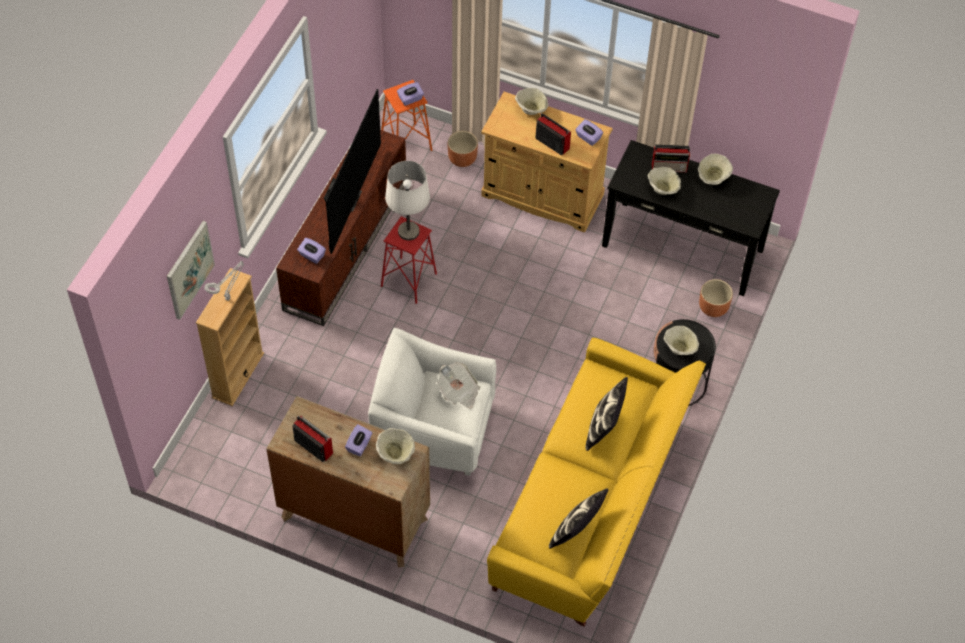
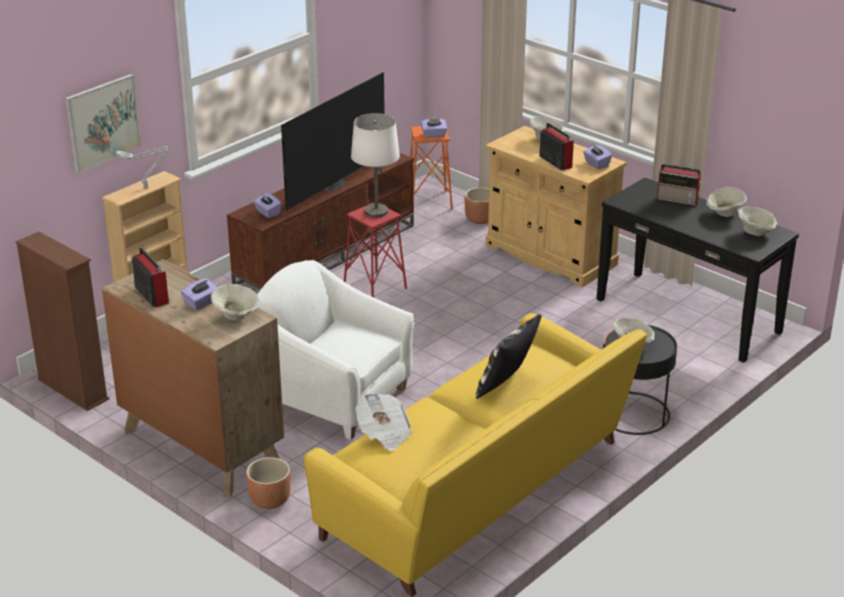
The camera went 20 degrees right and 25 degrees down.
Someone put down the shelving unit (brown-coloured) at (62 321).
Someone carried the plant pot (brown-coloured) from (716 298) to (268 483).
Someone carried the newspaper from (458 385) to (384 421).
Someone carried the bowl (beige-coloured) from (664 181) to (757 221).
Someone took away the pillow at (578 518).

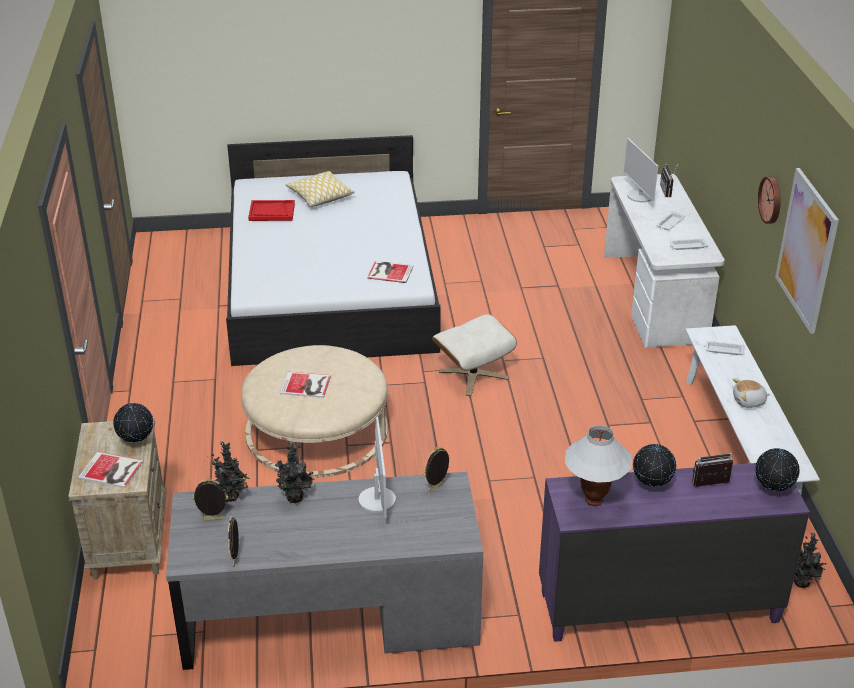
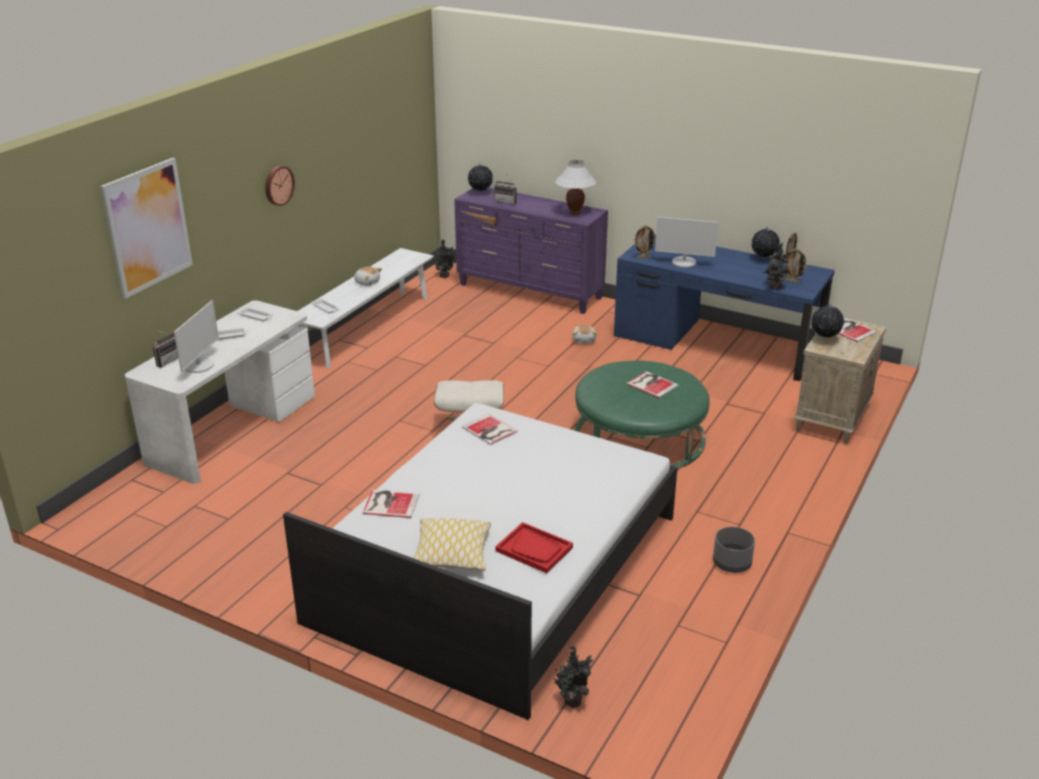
The camera went 145 degrees left and 5 degrees down.
Someone carried the picture from (807 251) to (146 228).
Someone put down the book at (390 504).
Someone carried the houseplant from (295 472) to (573 677).
Someone put down the cuddly toy at (584 334).
Someone repainted the footrest (beige-coloured) at (314 411), which became the footrest (green-coloured) at (642 414).
Someone repainted the desk table (gray) at (324 571), which became the desk table (bluish) at (724 307).
Someone rotated the computer screen at (377 467) by 105 degrees counterclockwise.
Someone put down the plant pot (gray) at (734 550).
Someone carried the desk globe from (654 465) to (765 243).

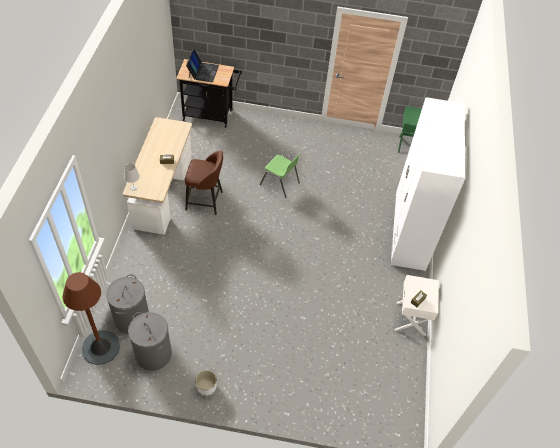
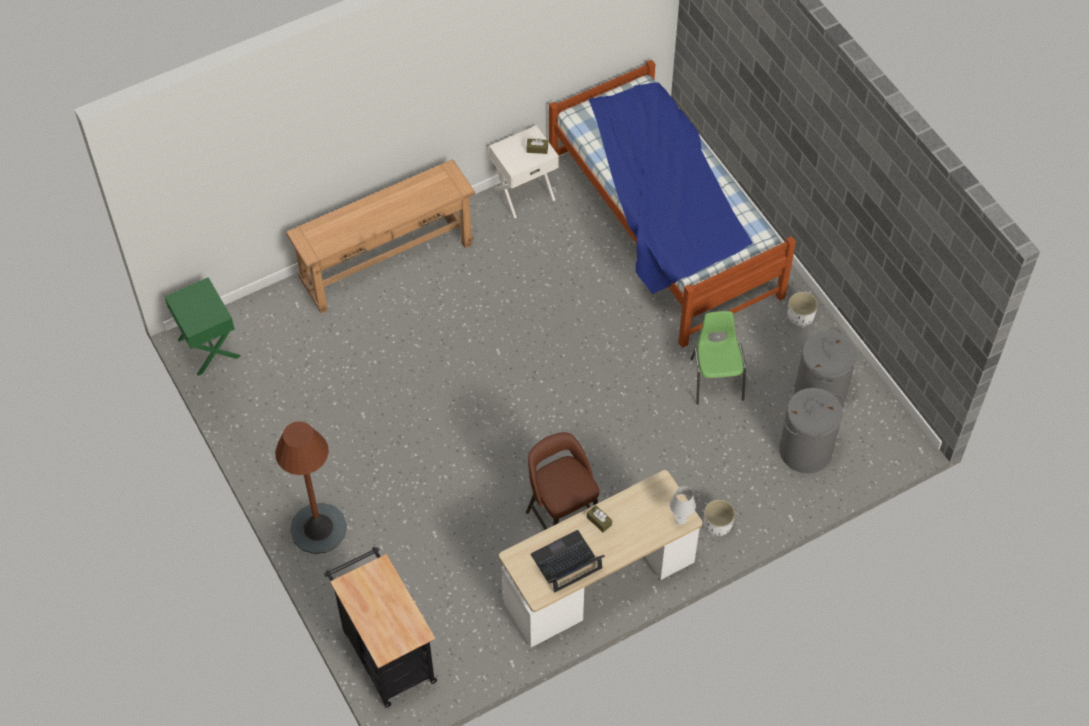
The camera went 125 degrees left and 5 degrees up.
Someone carried the standard lamp (brown-coloured) from (91 318) to (311 487).
Someone swapped the armoire (white-coloured) at (428 184) for the console table (brown-coloured) at (380 236).
Someone carried the laptop from (202 65) to (568 561).
Someone put down the sleeping bed at (672 204).
Someone carried the chair (green-coloured) from (280 176) to (718 357).
Someone put down the plant pot (white-coloured) at (719 517).

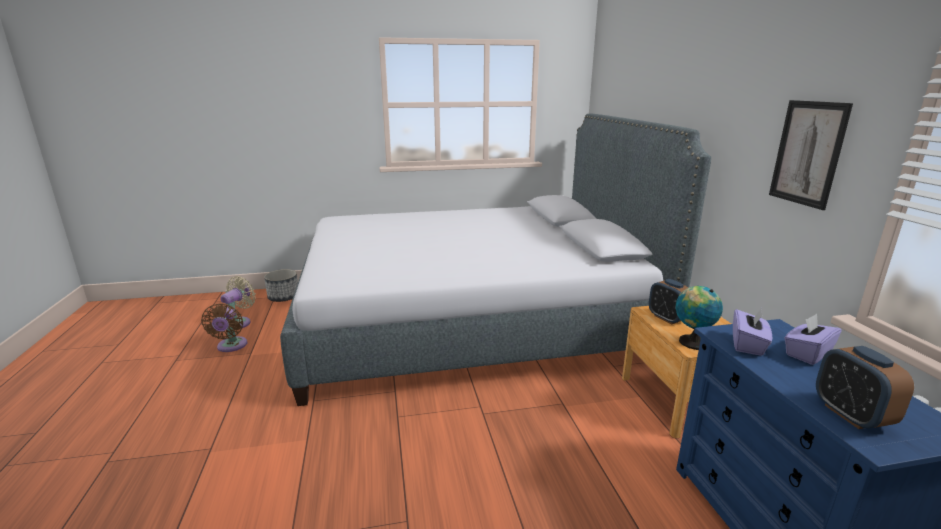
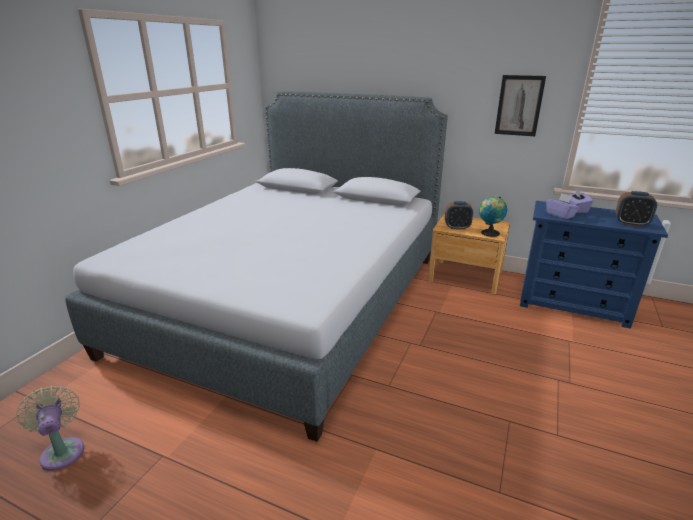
The camera went 55 degrees left and 5 degrees up.
Someone took away the cooling fan (brown-coloured) at (224 327).
Someone took away the plant pot at (281 285).

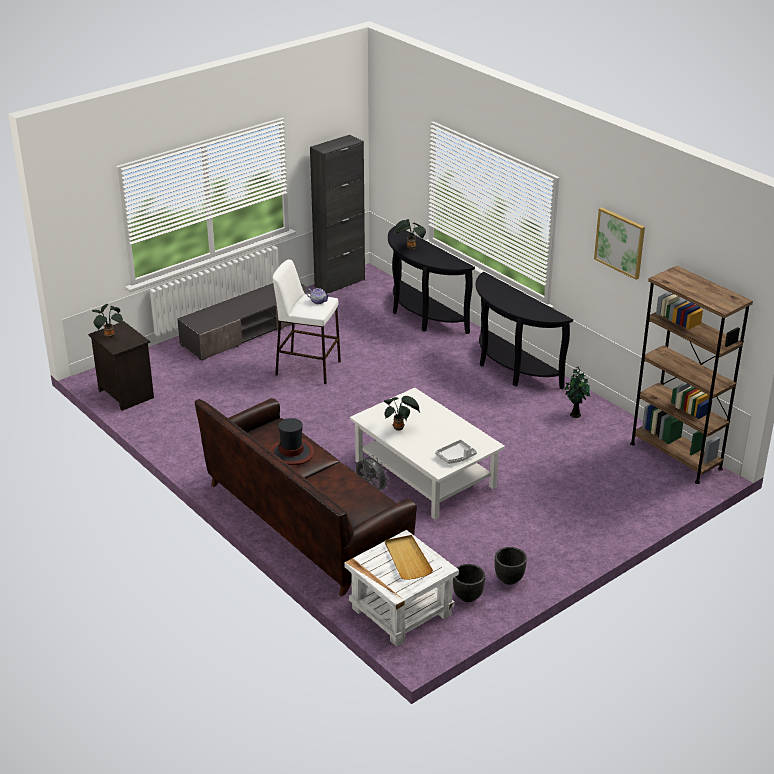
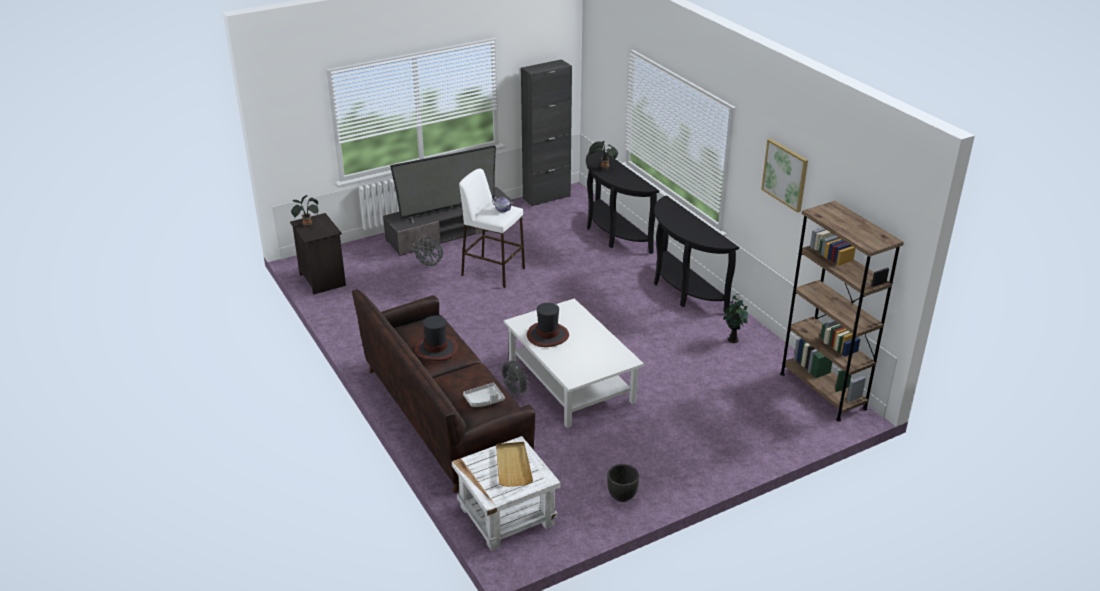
The camera went 10 degrees right and 0 degrees up.
Someone put down the television at (443 184).
Someone put down the cooling fan (gray) at (427 252).
Someone carried the tray (gray) from (456 451) to (484 395).
Someone swapped the houseplant at (402 413) for the hat at (548 325).
Someone took away the plant pot (black-coloured) at (469 583).

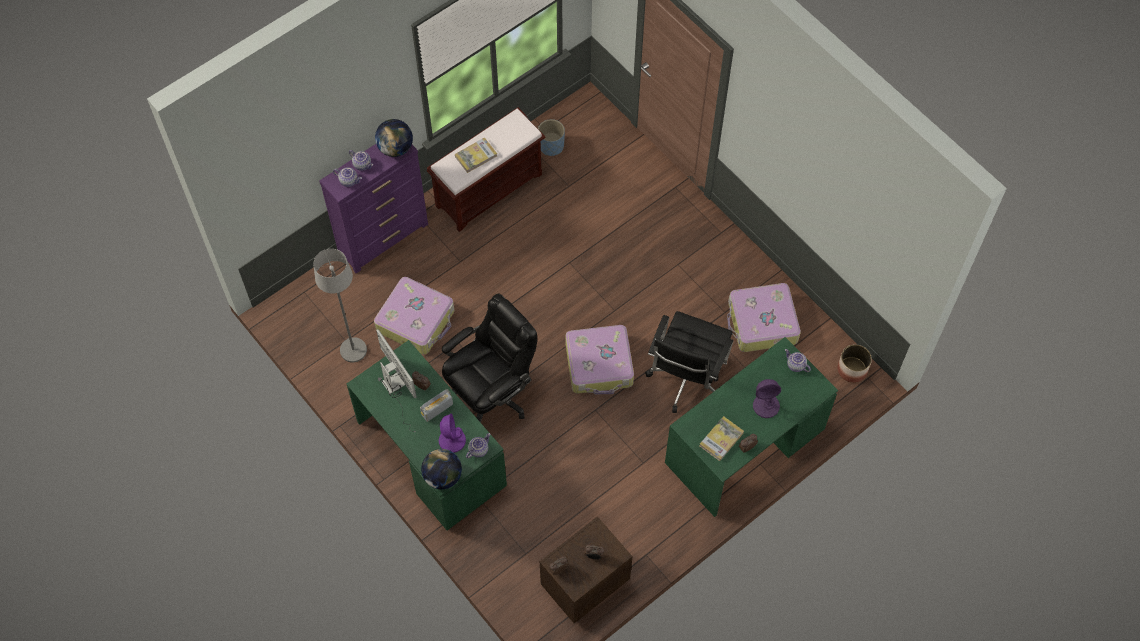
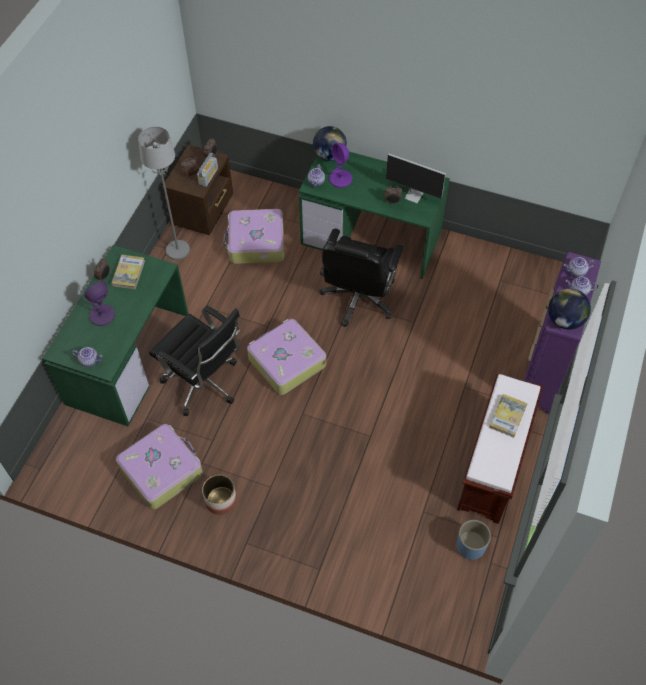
The camera went 150 degrees right and 5 degrees down.
Someone carried the standard lamp (gray) from (340 305) to (164 193).
Someone rotated the office chair (black-coloured) at (689 362) by 135 degrees clockwise.
Someone carried the radio receiver from (436 405) to (207 170).
Someone carried the plant pot from (854 363) to (219 495).
Someone carried the piece of luggage from (414 315) to (253 236).

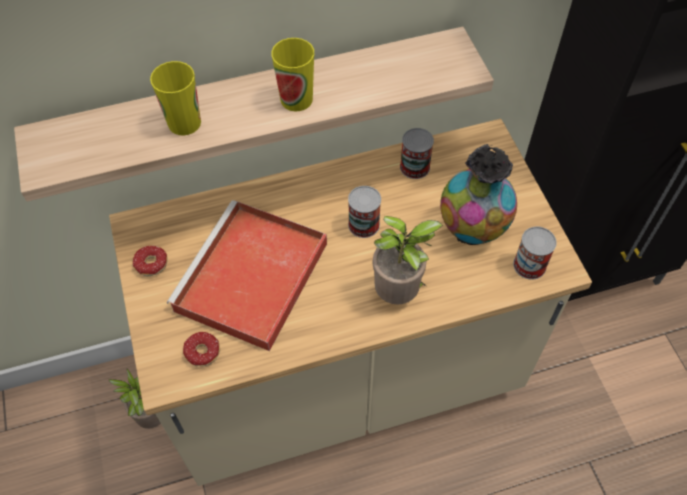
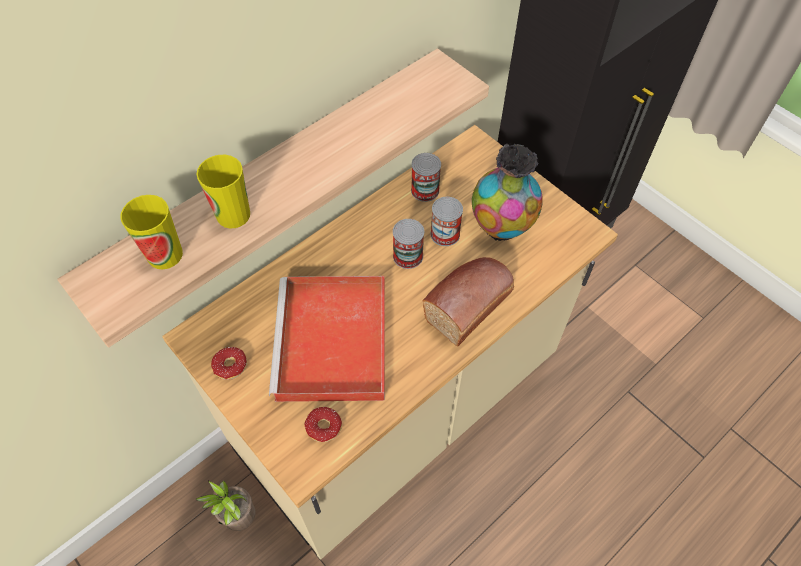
The camera went 25 degrees left and 0 degrees up.
Someone carried the small cup from (292 74) to (151 232).
Someone swapped the houseplant at (408 260) for the bread at (468 301).
Someone carried the sealed can from (535 253) to (446 221).

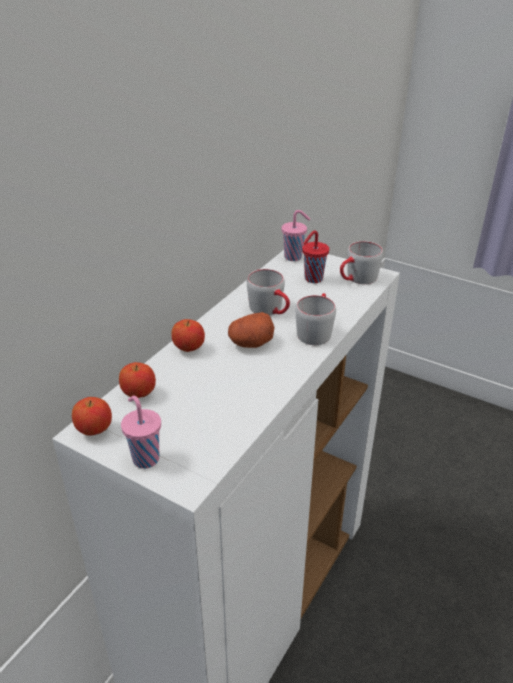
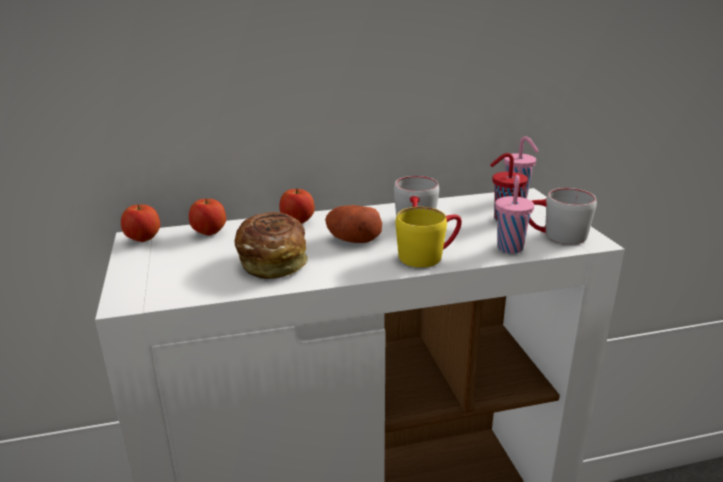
The camera went 45 degrees right and 10 degrees down.
Someone put down the bread at (271 245).
Someone repainted the tea mug (gray) at (315 319), which became the tea mug (yellow-coloured) at (429 237).
Someone carried the small cup (pink) from (141 432) to (514 214).

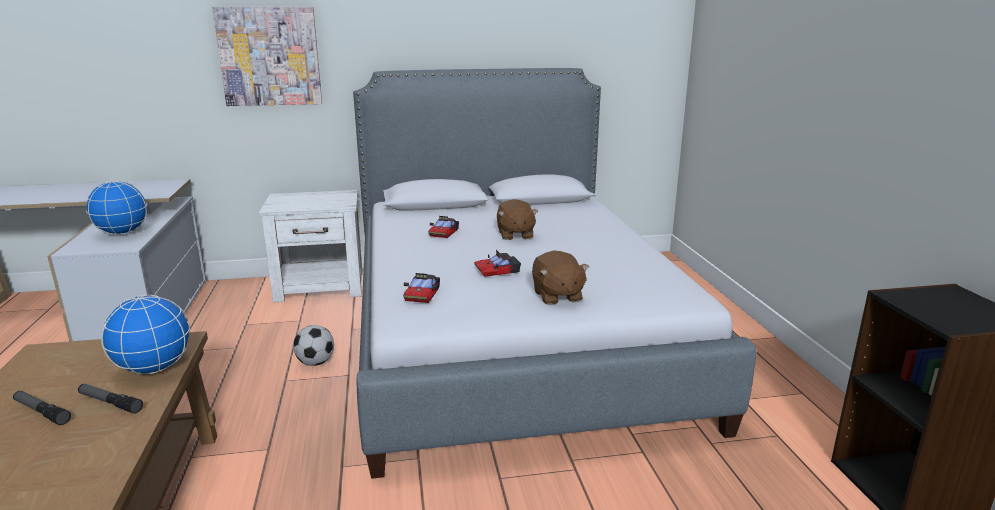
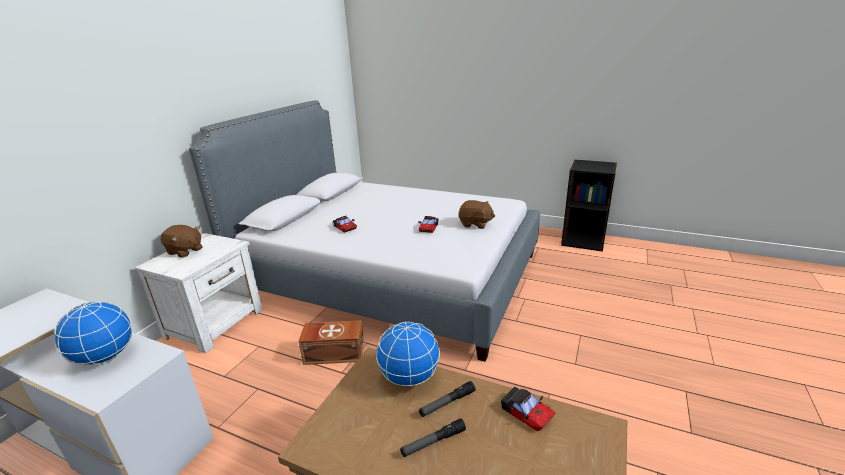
The camera went 55 degrees left and 5 degrees up.
Someone carried the cuddly toy (brown-coloured) from (517 219) to (182 241).
Someone swapped the ball for football at (313 345) for the storage container (brown-coloured) at (331 342).
Someone carried the model car from (421 288) to (528 409).
Someone took away the picture at (267 56).

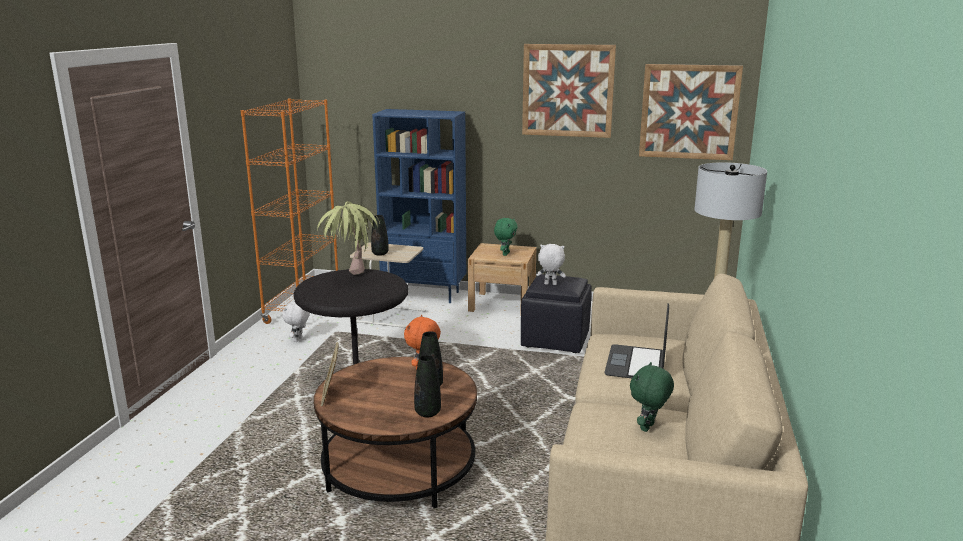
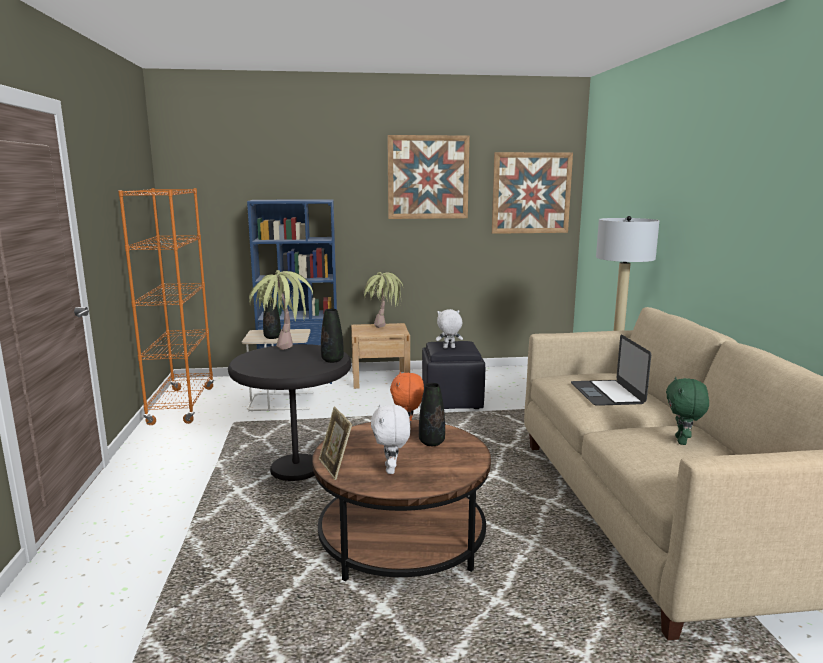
The camera went 20 degrees left and 5 degrees down.
Someone carried the flower vase (black-coloured) from (427 386) to (332 336).
Someone swapped the cuddly toy (green-coloured) at (506 237) for the houseplant at (383 300).
Someone carried the cuddly toy (white-coloured) from (296 321) to (391 439).

